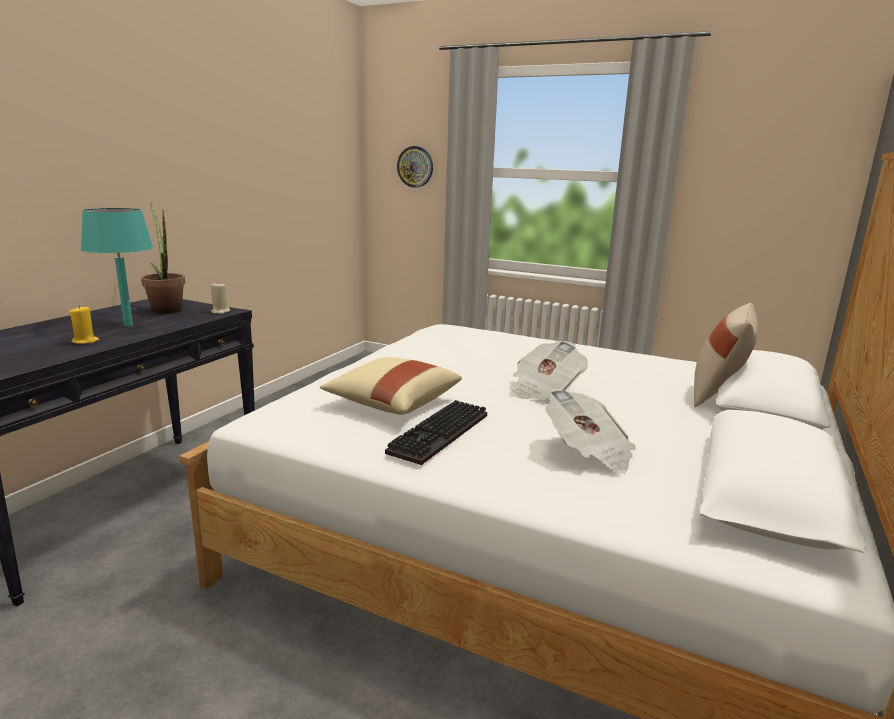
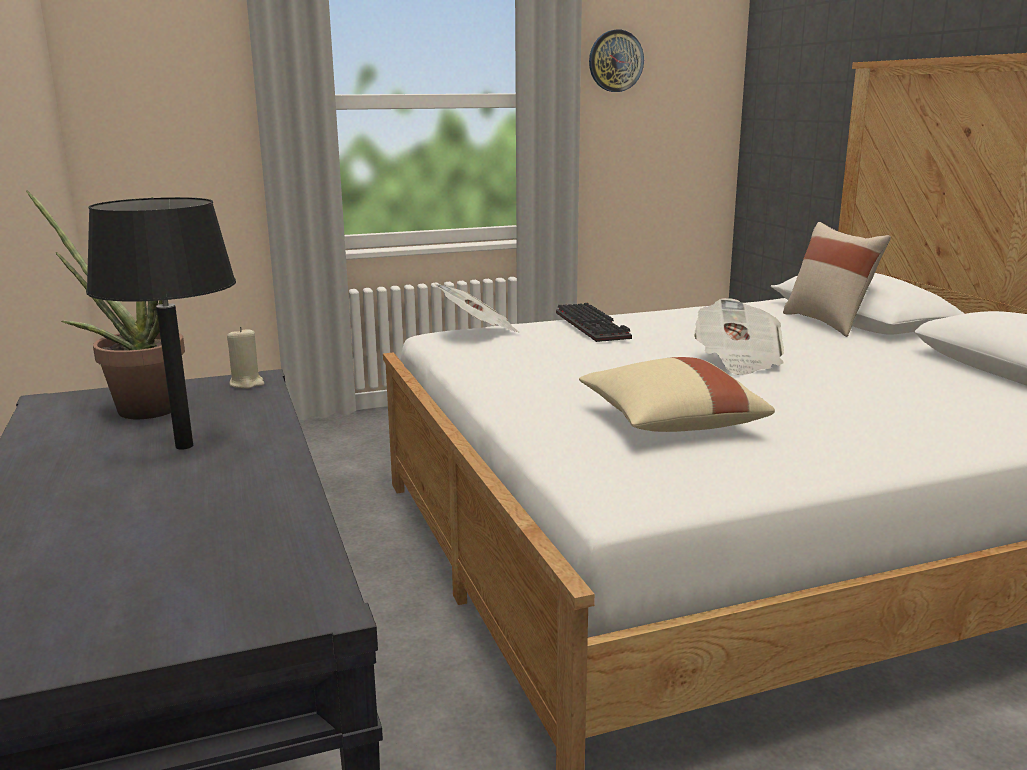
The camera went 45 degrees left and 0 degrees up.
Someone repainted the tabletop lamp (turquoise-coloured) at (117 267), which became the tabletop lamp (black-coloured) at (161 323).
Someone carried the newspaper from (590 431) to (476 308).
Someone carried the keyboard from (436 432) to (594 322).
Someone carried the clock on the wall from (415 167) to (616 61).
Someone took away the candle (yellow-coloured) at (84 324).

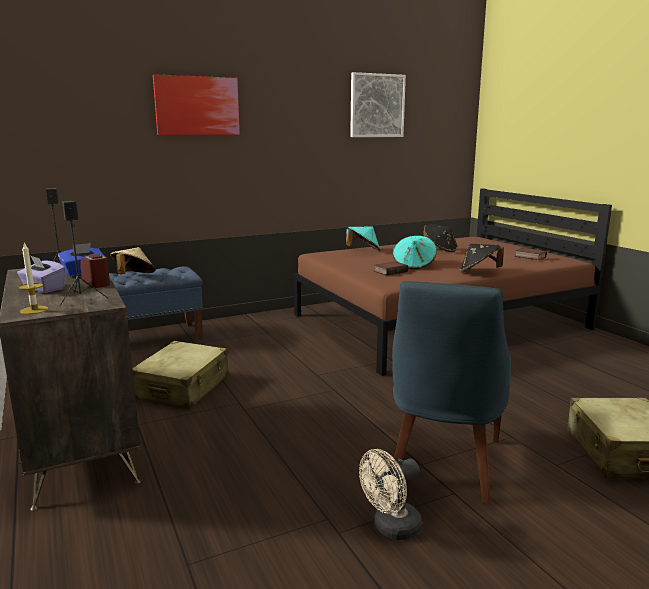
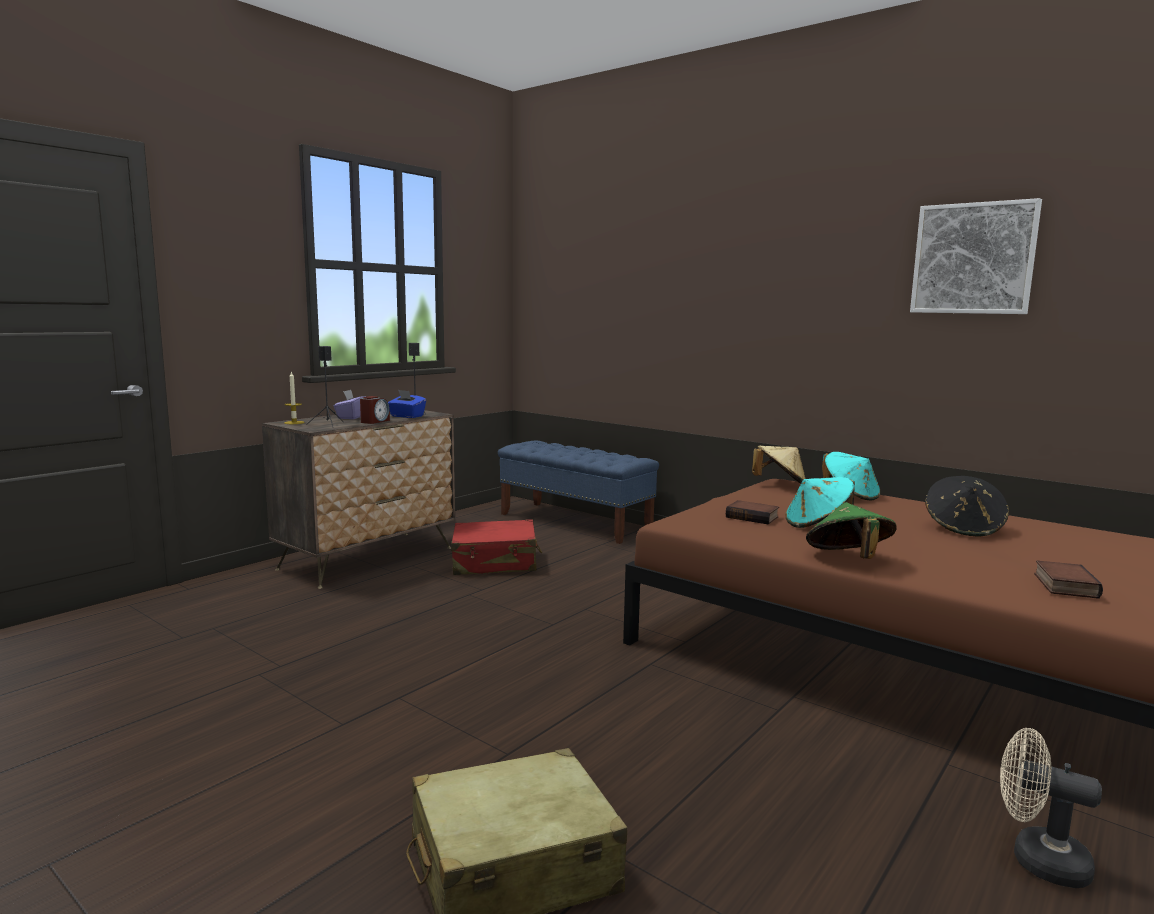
The camera went 65 degrees right and 5 degrees down.
Someone repainted the piece of luggage (beige-coloured) at (180 375), which became the piece of luggage (reddish) at (496 547).
Someone carried the hat (beige-coloured) from (133 261) to (779 464).
Someone repainted the hat (black-coloured) at (482 258), which became the hat (green-coloured) at (851 530).
Someone carried the cooling fan (beige-coloured) from (390 494) to (1051 808).
Someone took away the picture at (196 104).
Someone took away the chair (bluish) at (451 392).

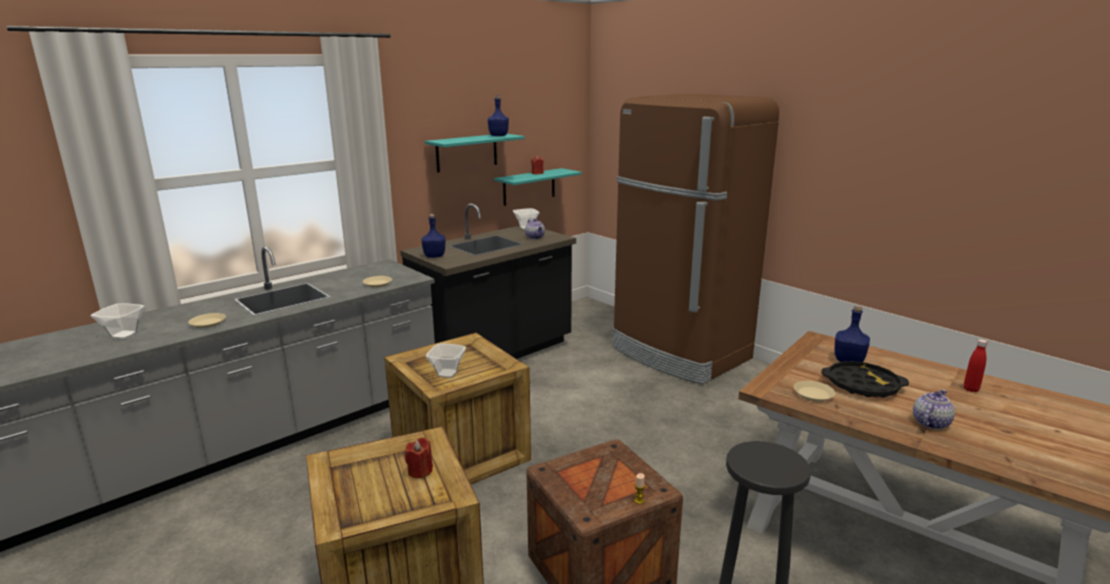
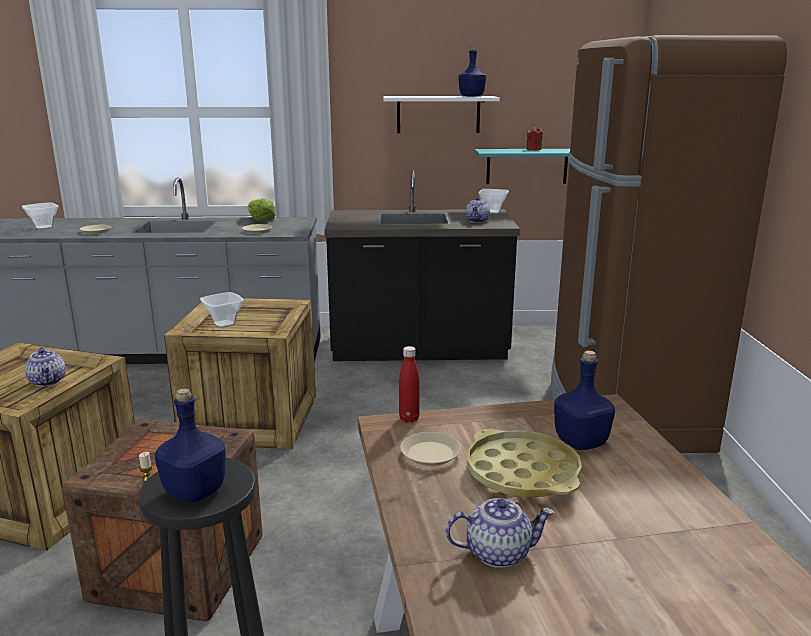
The camera went 40 degrees right and 0 degrees up.
Someone swapped the candle (reddish) at (419 458) for the pot for tea at (45 367).
Someone carried the drink bottle (bluish) from (434 236) to (190 445).
Someone put down the lettuce at (262 209).
Someone repainted the bracket shelf (turquoise-coloured) at (475 153), which became the bracket shelf (white-coloured) at (441 114).
Someone carried the drink bottle (reddish) from (976 365) to (409 384).
Someone repainted the tray (black-coloured) at (865 379), which became the tray (yellow-coloured) at (524 463).

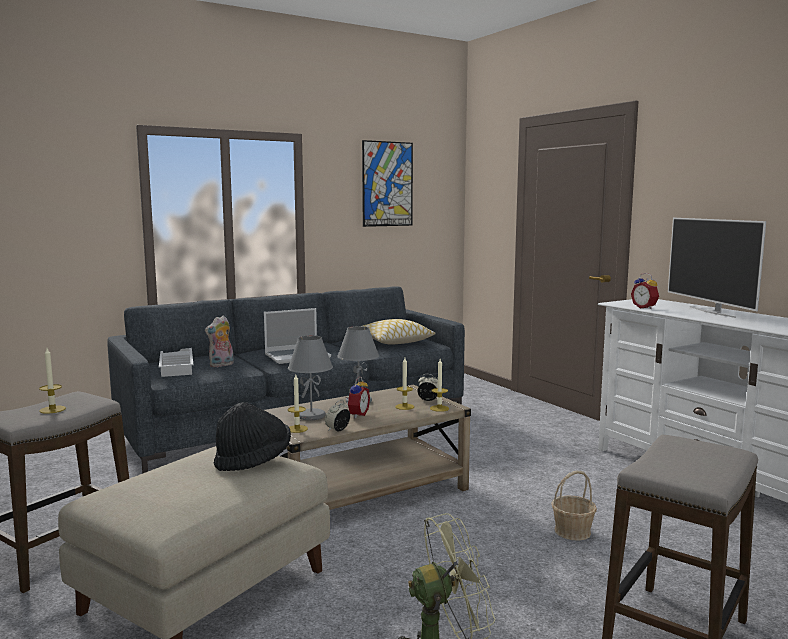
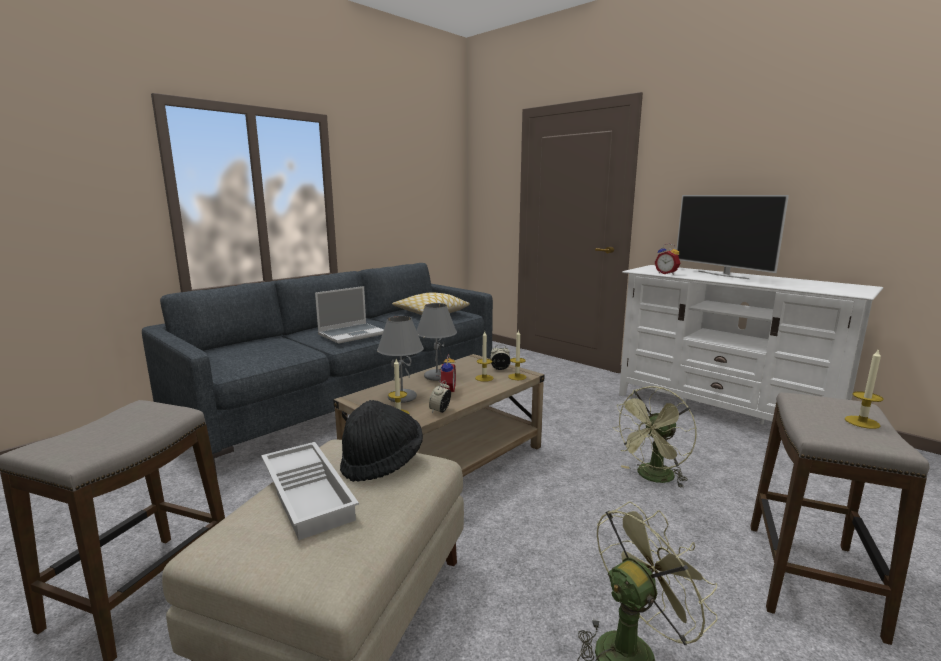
The camera went 15 degrees left and 5 degrees up.
Someone carried the tray (white-coloured) from (176 362) to (310 491).
Someone swapped the storage basket at (574 506) for the cooling fan (green-coloured) at (654 437).
Someone carried the candle from (52 381) to (864 388).
Someone took away the cuddly toy at (219 341).
Someone took away the picture at (387 183).

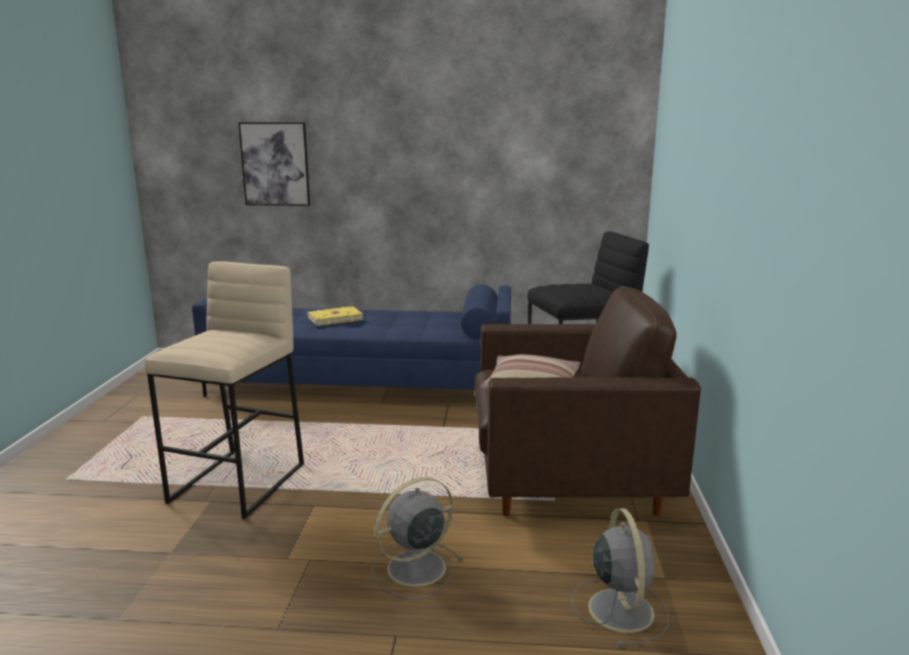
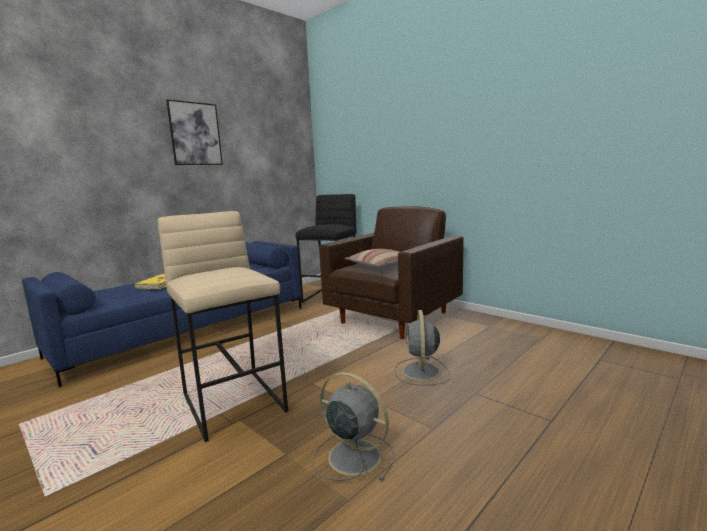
The camera went 50 degrees left and 5 degrees down.
Someone carried the picture from (274 164) to (194 132).
Someone carried the cooling fan (gray) from (620 577) to (353 426).

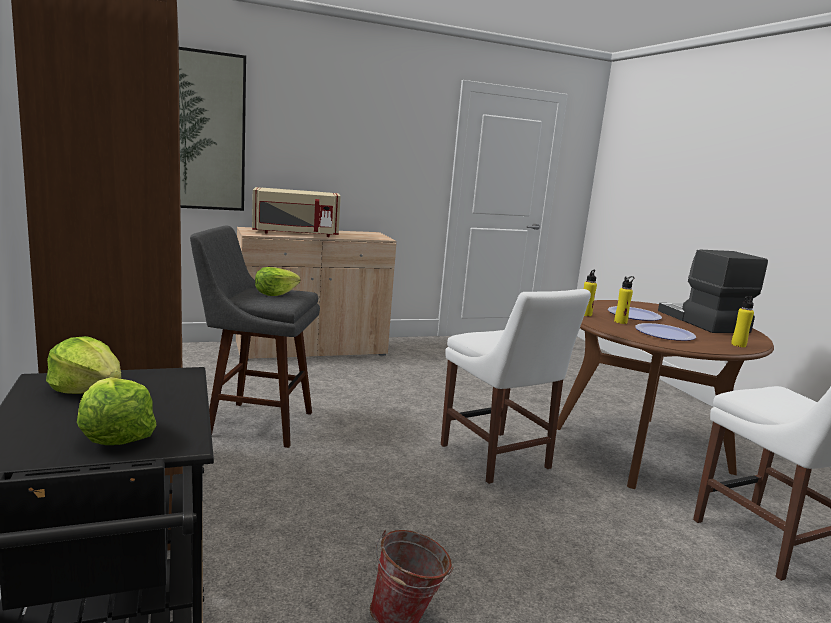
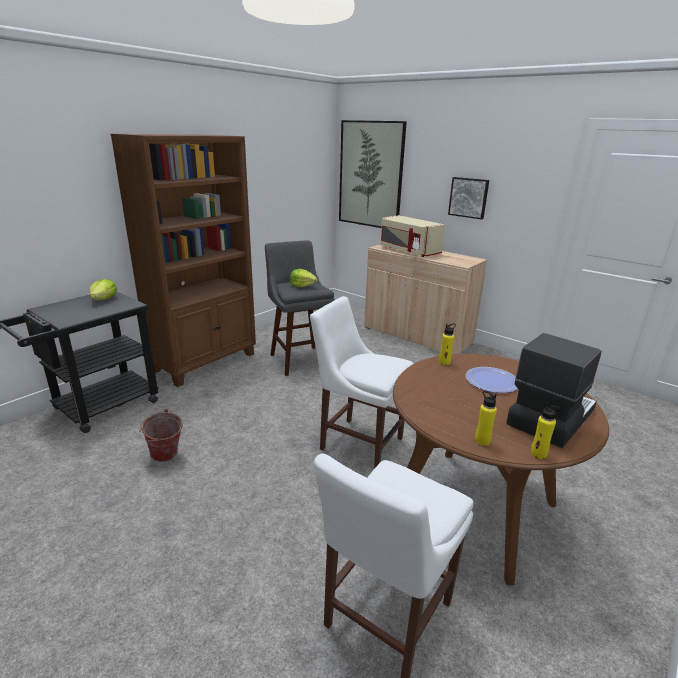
The camera went 60 degrees right and 10 degrees up.
Someone rotated the chair (white-coloured) at (516 386) by 90 degrees clockwise.
Someone put up the picture at (468 198).
Someone carried the drink bottle (yellow-coloured) from (624 300) to (545 431).
Someone took away the lettuce at (116 411).
Someone took away the plate at (665 332).

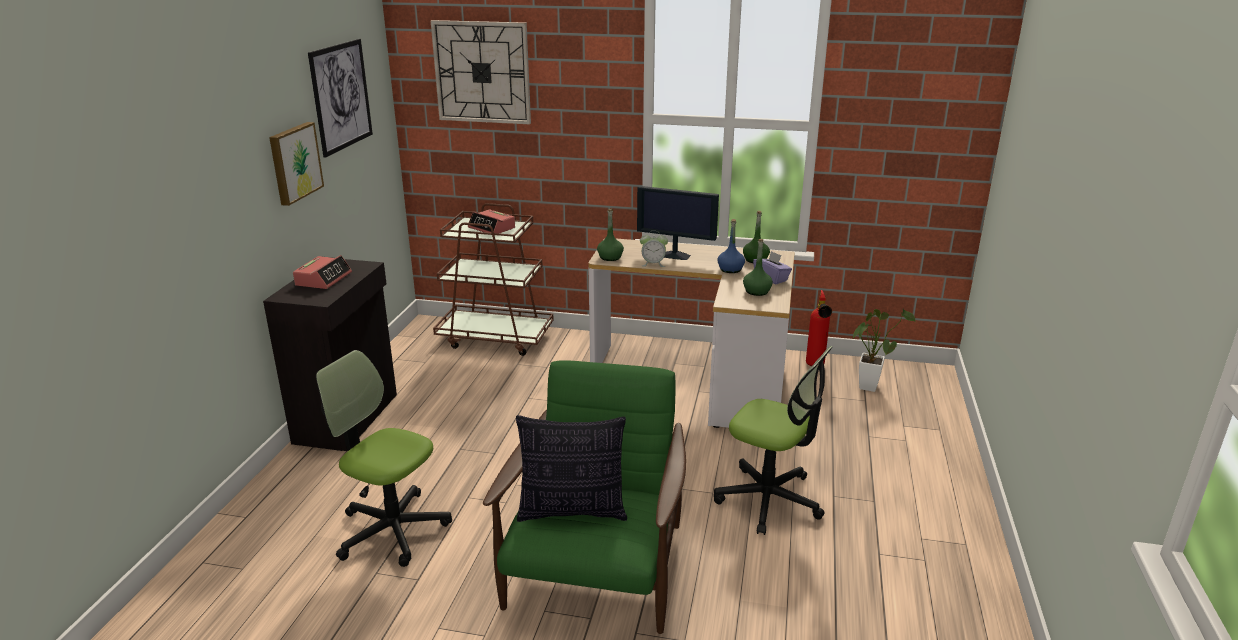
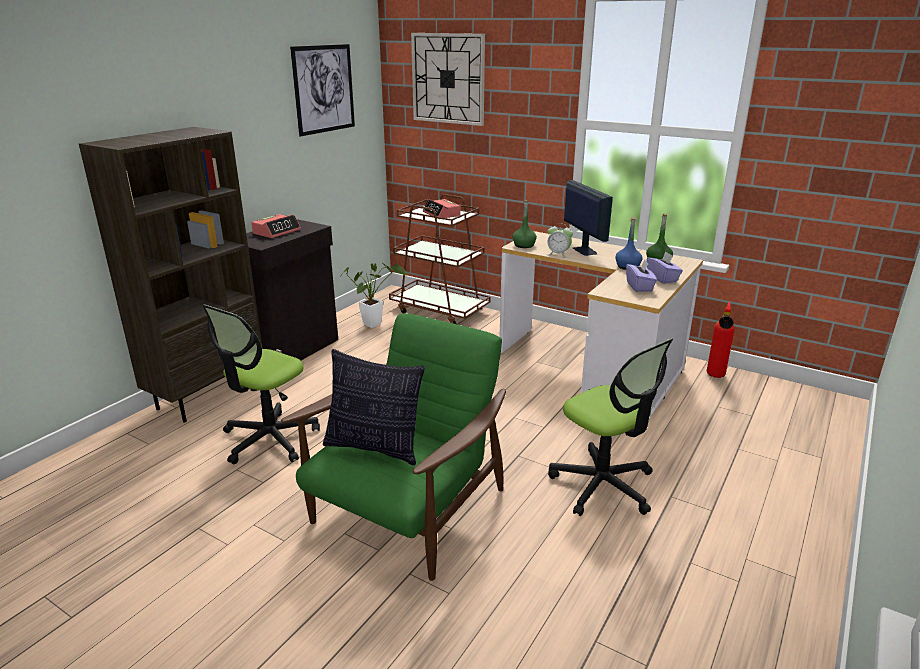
The camera went 20 degrees right and 0 degrees up.
Someone put down the shelving unit (brown-coloured) at (171 274).
Someone rotated the office chair at (384 458) by 105 degrees counterclockwise.
Someone carried the houseplant from (883 350) to (373 295).
Someone rotated the computer screen at (678 223) by 150 degrees counterclockwise.
Someone swapped the drink bottle (green-coloured) at (758 267) for the tissue holder (purple-coloured) at (641 276).
Someone took away the picture at (296 164).

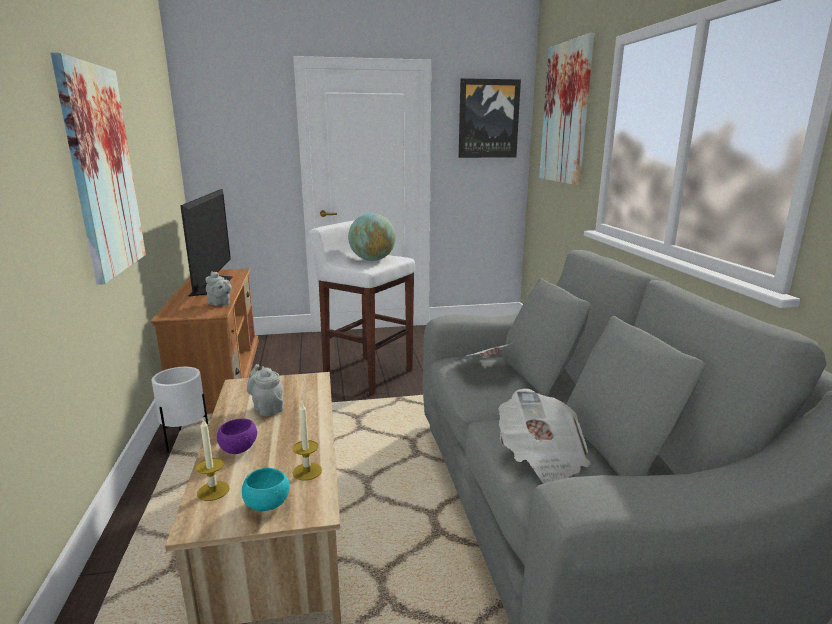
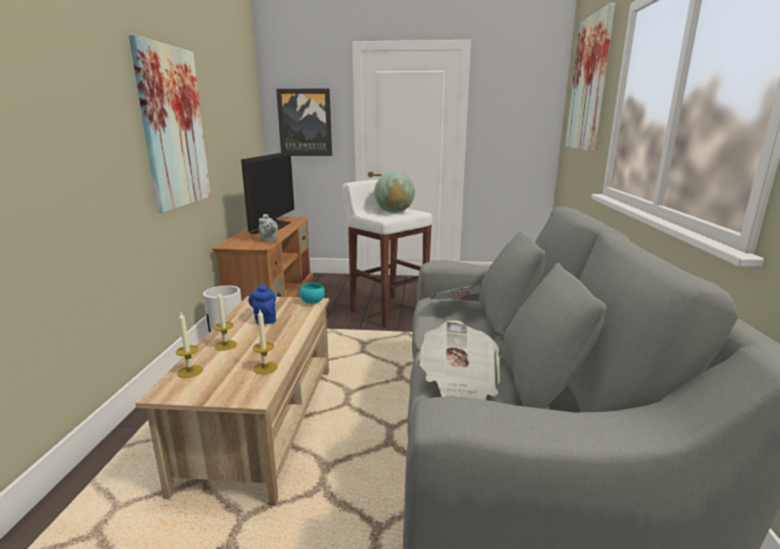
The camera went 15 degrees right and 0 degrees up.
Someone swapped the bowl (purple-coloured) at (237 436) for the candle at (225 321).
Someone repainted the pot for tea (gray) at (265 390), which became the pot for tea (bluish) at (262 303).
Someone carried the picture from (490 118) to (304 122).
Someone carried the bowl (turquoise-coloured) from (265 489) to (312 293).

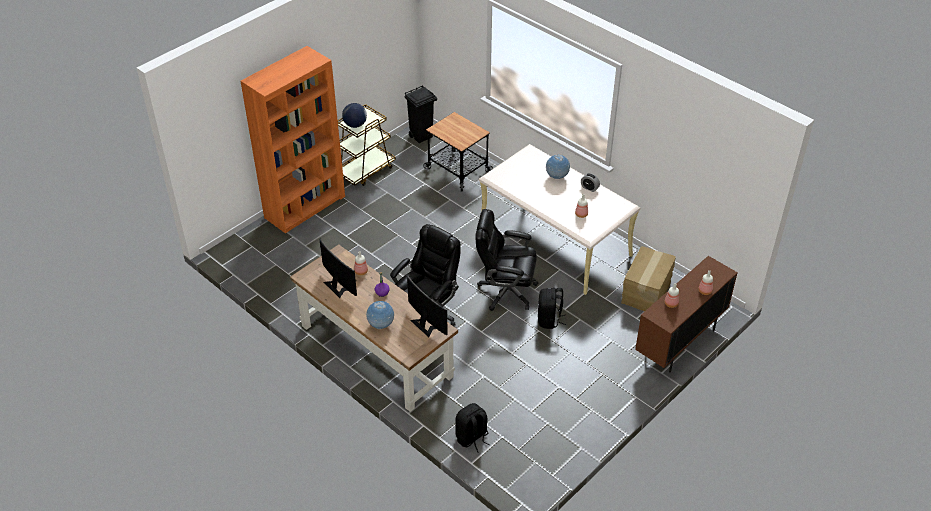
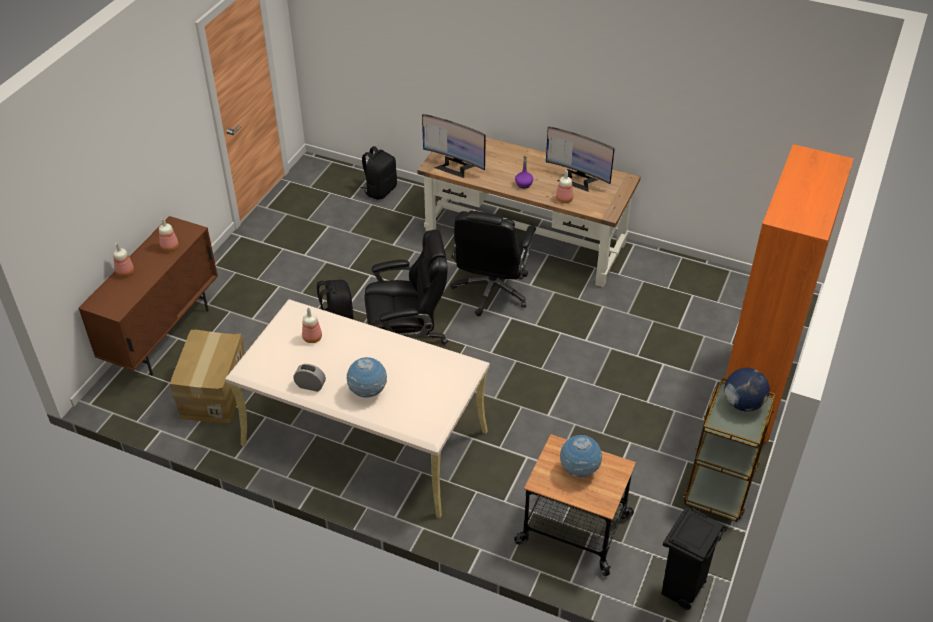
The camera went 160 degrees right and 0 degrees up.
Someone carried the desk globe from (380 315) to (581 456).

